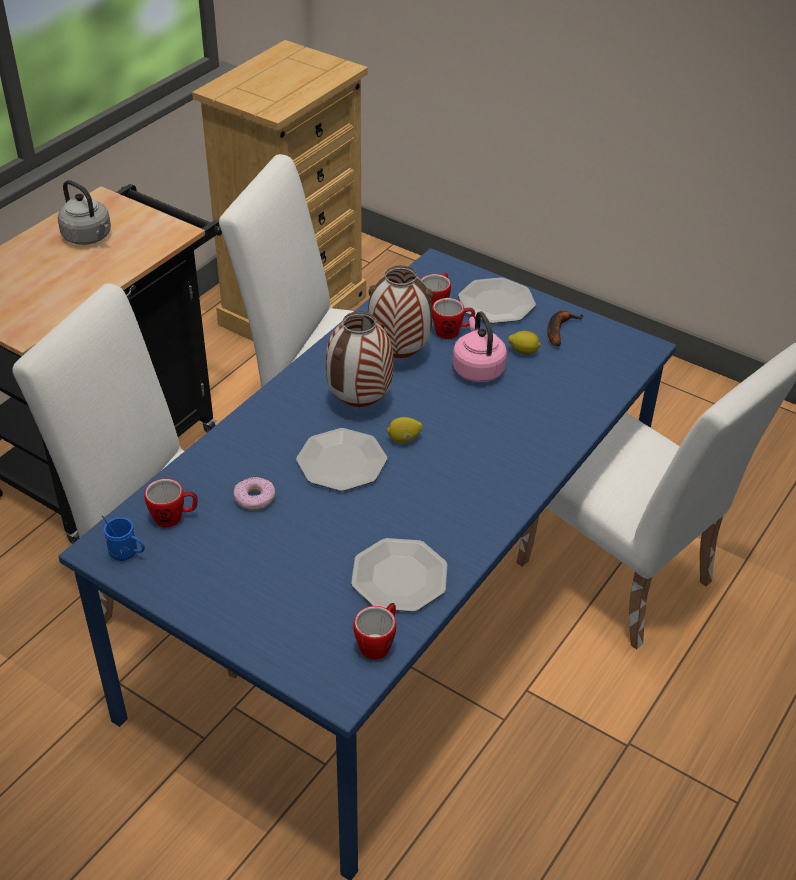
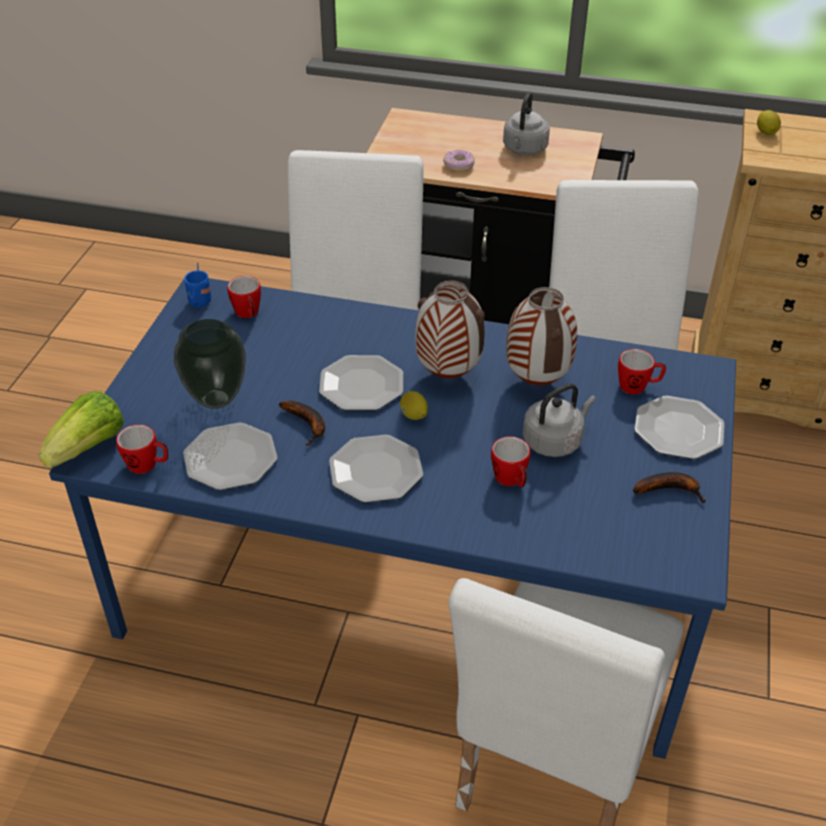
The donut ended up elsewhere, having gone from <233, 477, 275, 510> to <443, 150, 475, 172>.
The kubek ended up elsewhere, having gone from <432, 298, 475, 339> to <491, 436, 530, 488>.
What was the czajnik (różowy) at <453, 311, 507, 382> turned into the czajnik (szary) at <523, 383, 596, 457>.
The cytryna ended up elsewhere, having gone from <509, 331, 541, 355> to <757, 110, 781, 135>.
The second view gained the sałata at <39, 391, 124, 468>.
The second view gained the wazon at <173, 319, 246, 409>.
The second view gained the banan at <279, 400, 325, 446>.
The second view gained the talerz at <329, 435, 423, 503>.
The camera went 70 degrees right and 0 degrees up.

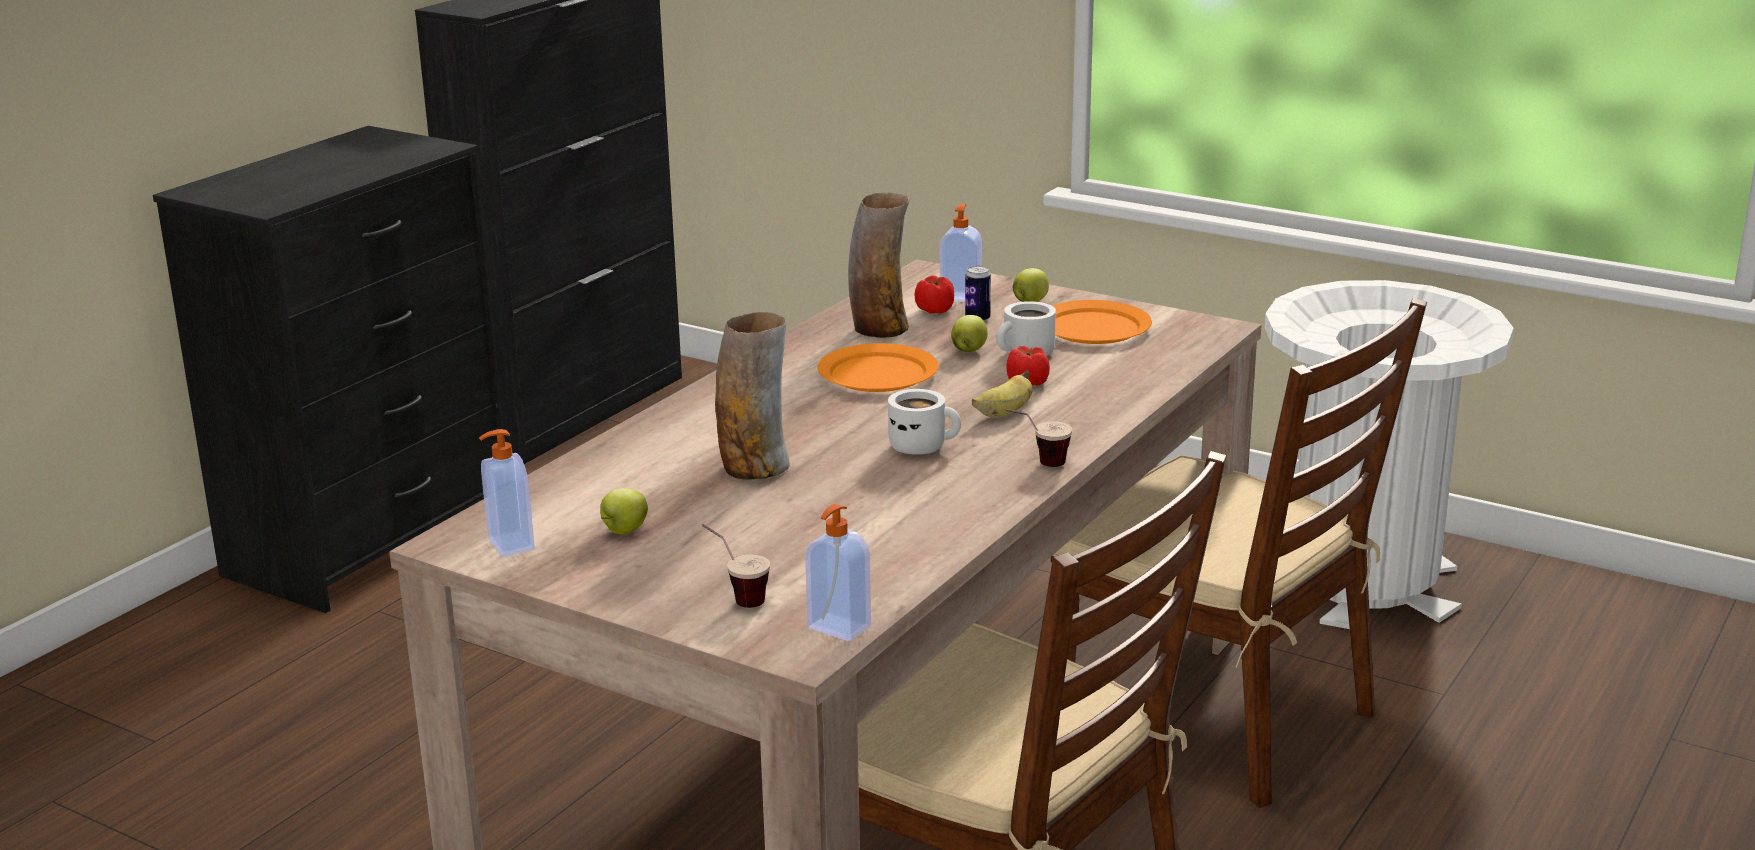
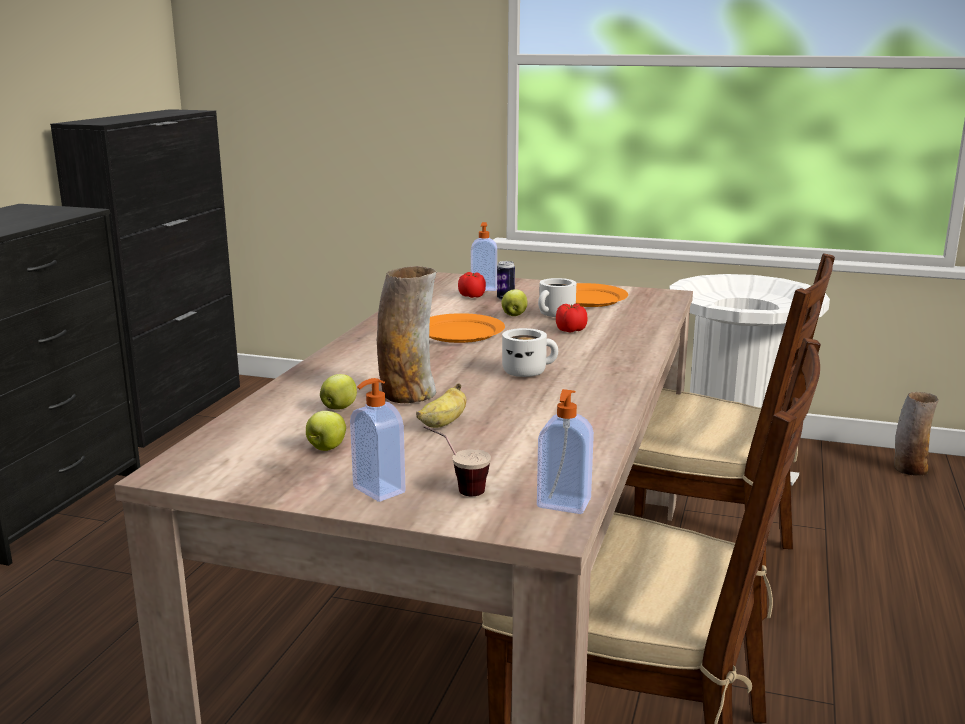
The dozownik mydła ended up elsewhere, having gone from <479, 429, 535, 557> to <350, 378, 406, 502>.
The wazon ended up elsewhere, having gone from <848, 193, 909, 338> to <894, 392, 939, 476>.
The banan ended up elsewhere, having gone from <972, 370, 1032, 417> to <416, 383, 466, 428>.
The second view lost the filiżanka at <1005, 409, 1072, 467>.
The jabłko ended up elsewhere, having gone from <1013, 268, 1049, 302> to <320, 374, 357, 410>.
The camera went 15 degrees left and 5 degrees down.

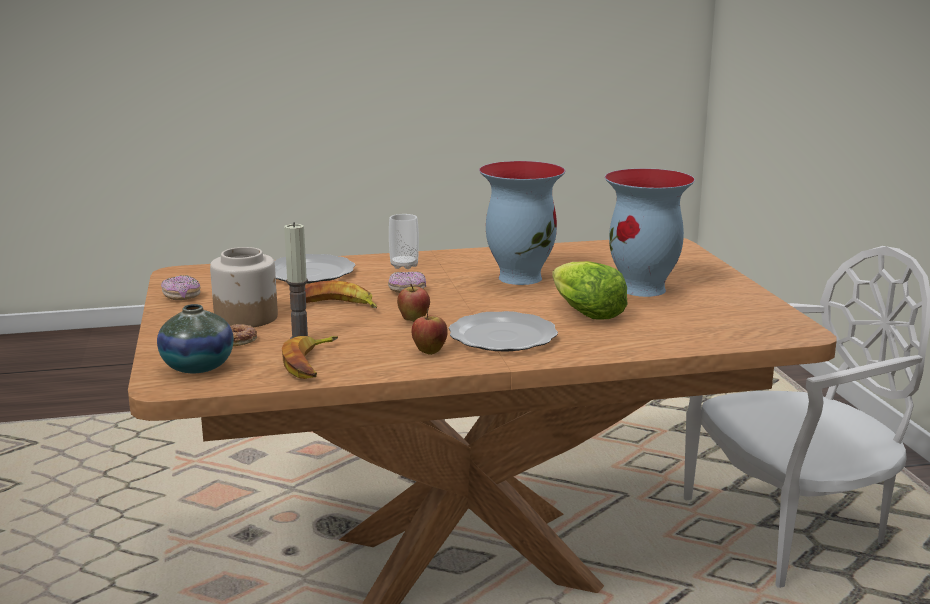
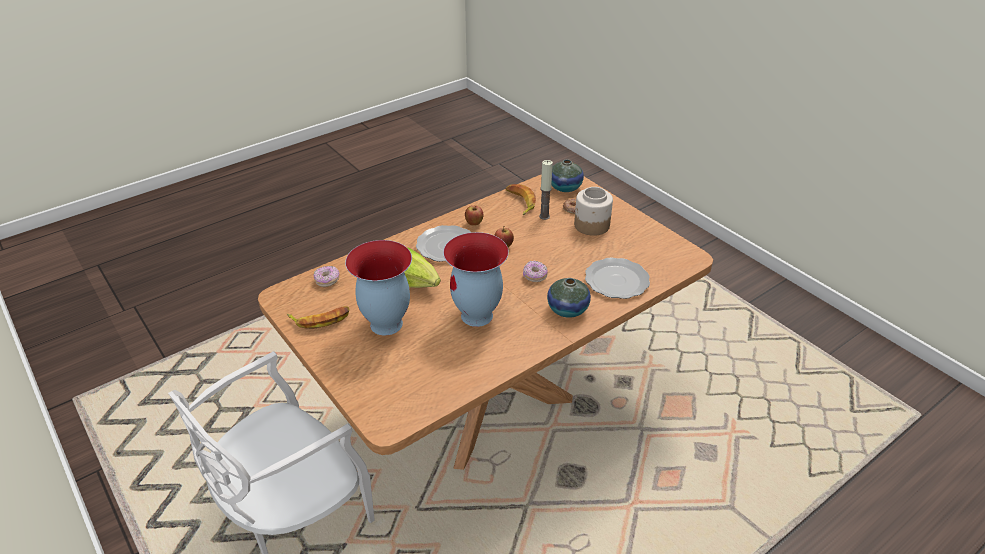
The donut ended up elsewhere, having gone from <161, 275, 201, 300> to <313, 266, 339, 287>.
The banan ended up elsewhere, having gone from <305, 281, 377, 308> to <287, 306, 349, 329>.
Where the filiżanka stood at <389, 214, 419, 269>, the wazon came to stand at <547, 278, 591, 318>.
The camera went 155 degrees right and 20 degrees up.

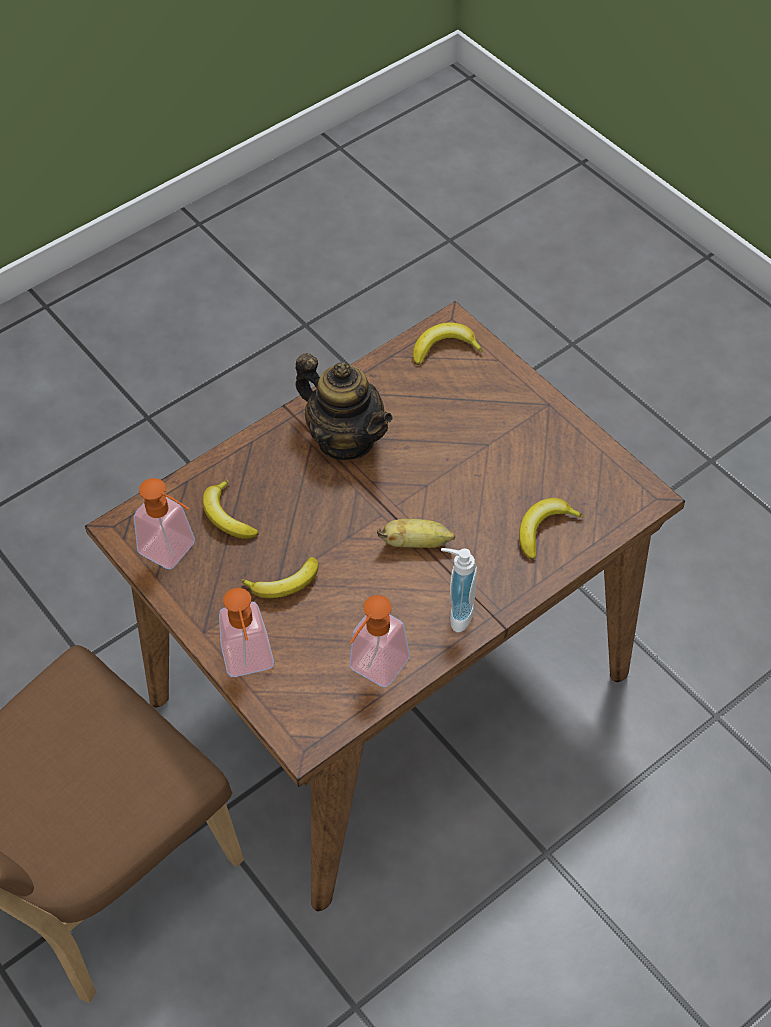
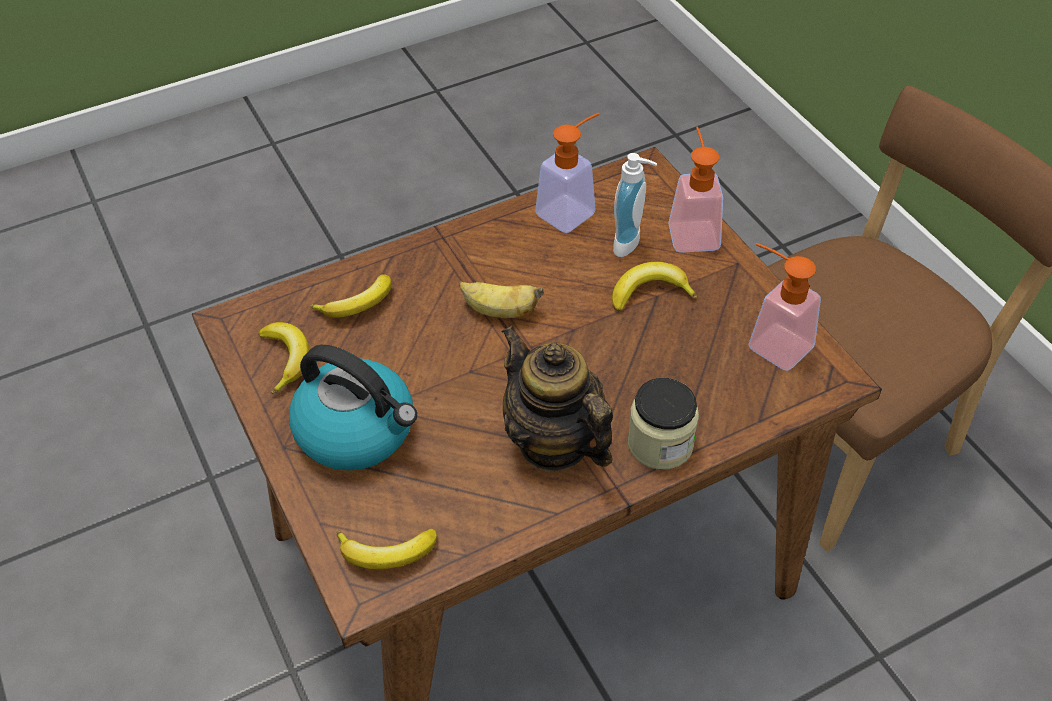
The banan ended up elsewhere, having gone from <203, 480, 259, 539> to <258, 322, 310, 394>.
The dozownik mydła ended up elsewhere, having gone from <441, 548, 477, 632> to <613, 153, 657, 257>.
The second view gained the czajnik at <289, 345, 417, 471>.
The second view gained the słoik at <628, 378, 699, 470>.
The camera went 170 degrees left and 5 degrees down.

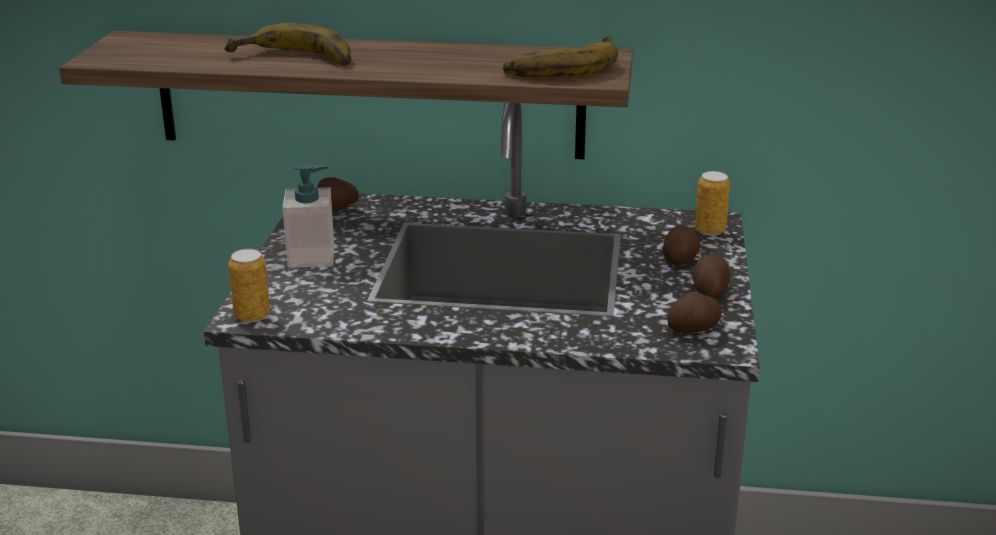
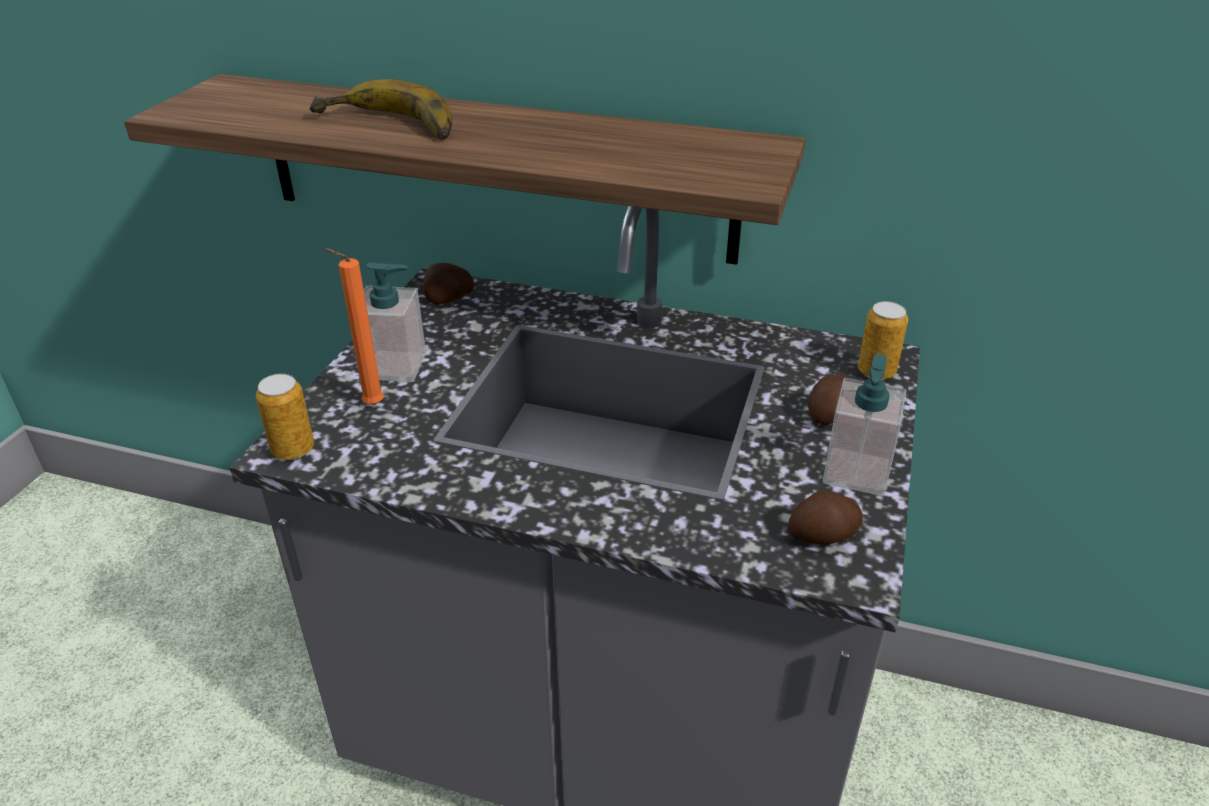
The second view lost the banan at <503, 36, 618, 77>.
Where the ziemniak stood at <692, 255, 731, 299>, the dozownik mydła came to stand at <823, 354, 906, 496>.
The second view gained the świeca (pomarańczowy) at <324, 248, 384, 405>.
The camera went 10 degrees right and 10 degrees up.

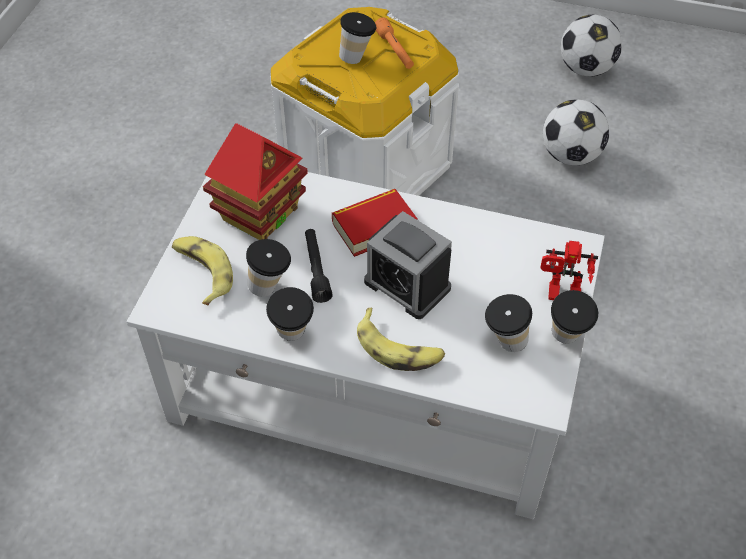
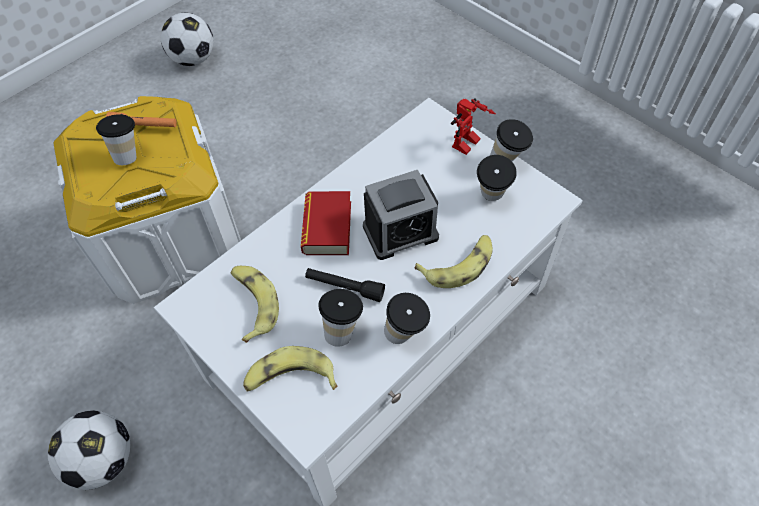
Where the domek stood at <203, 123, 308, 240>, the banan came to stand at <231, 266, 279, 343>.
The piłka futbolowa ended up elsewhere, having gone from <543, 100, 609, 165> to <48, 410, 130, 490>.
The camera went 60 degrees left and 5 degrees up.

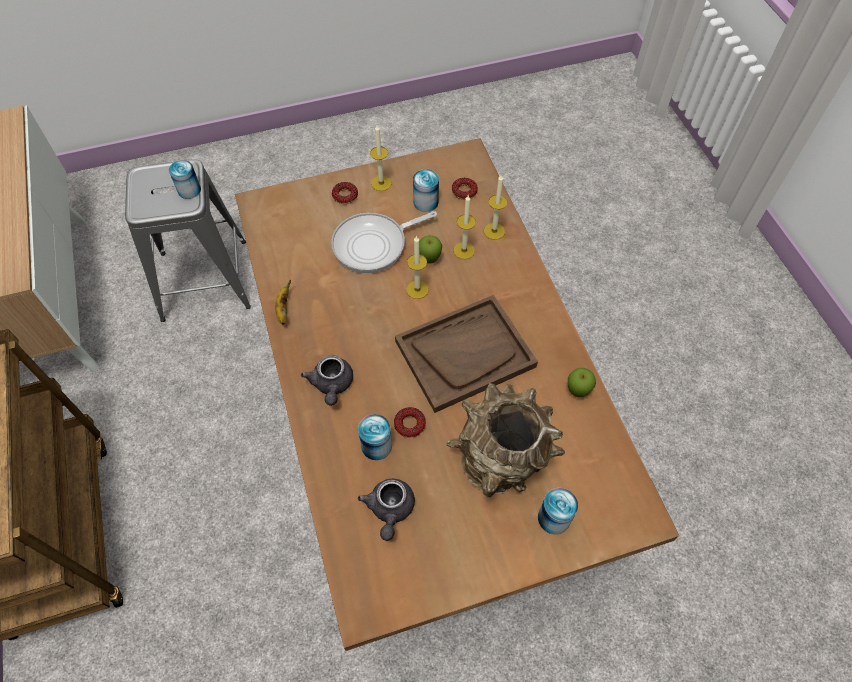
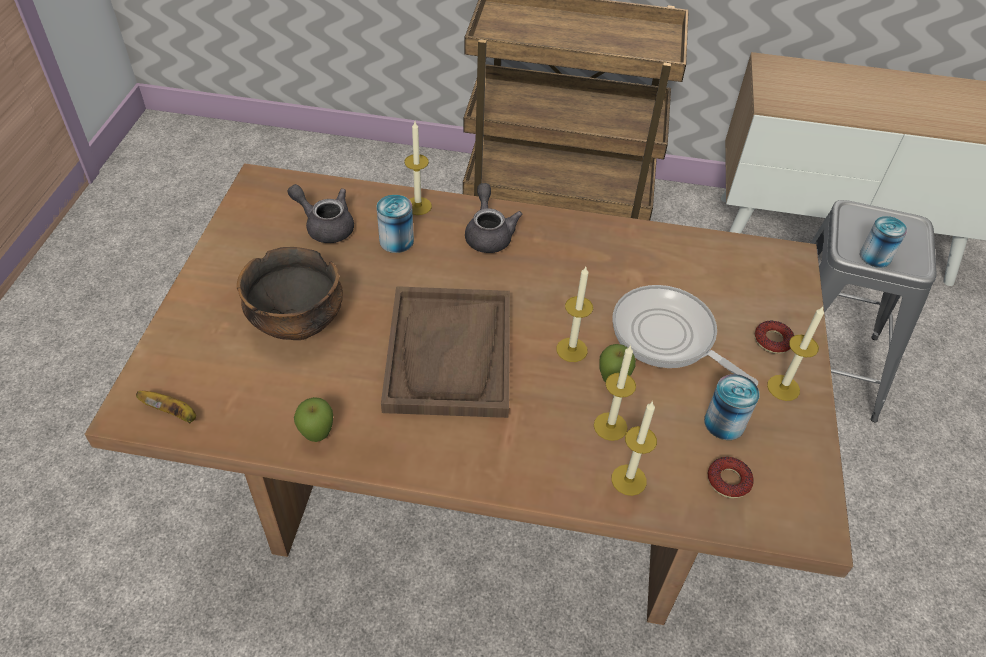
The banan ended up elsewhere, having gone from <276, 280, 291, 325> to <136, 391, 196, 423>.
The imbryk (szary) at <301, 355, 353, 406> ended up facing another way, 60 degrees clockwise from before.
The patelnia at <331, 211, 437, 273> ended up facing another way, 45 degrees counterclockwise from before.
The second view lost the donut at <394, 407, 426, 438>.
Where the wazon (brązowy) stood at <446, 383, 565, 497>, the miska came to stand at <237, 247, 343, 340>.
The second view lost the puszka at <538, 488, 578, 534>.
The second view gained the świeca at <404, 122, 432, 215>.
The camera went 115 degrees right and 10 degrees down.

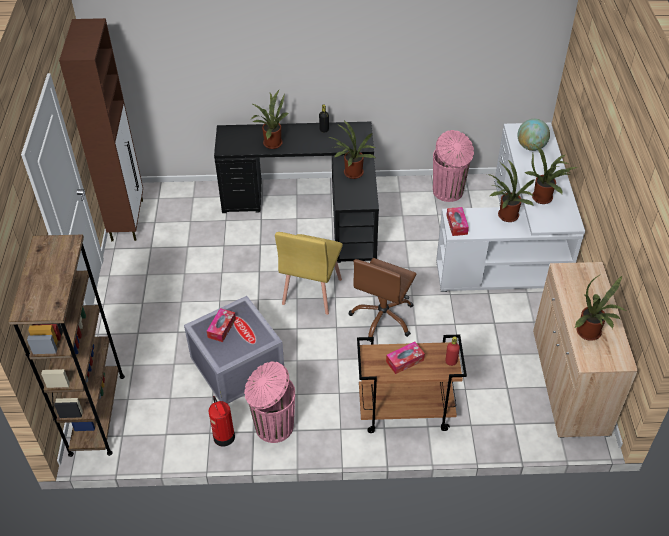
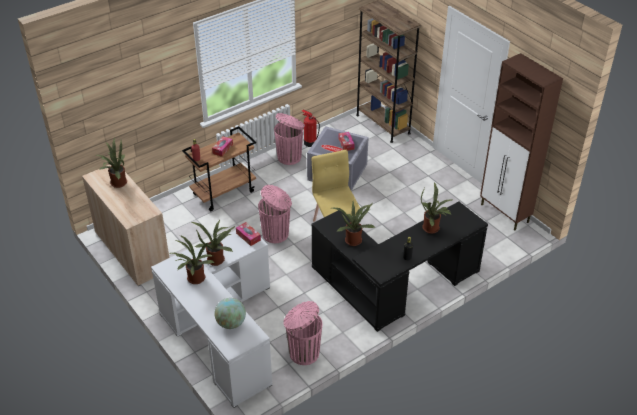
Where the krzesło biurowe (brązowy) stood at <349, 258, 416, 342>, the kosz na śmieci (różowy) came to stand at <258, 185, 292, 243>.
The camera went 145 degrees right and 5 degrees down.

